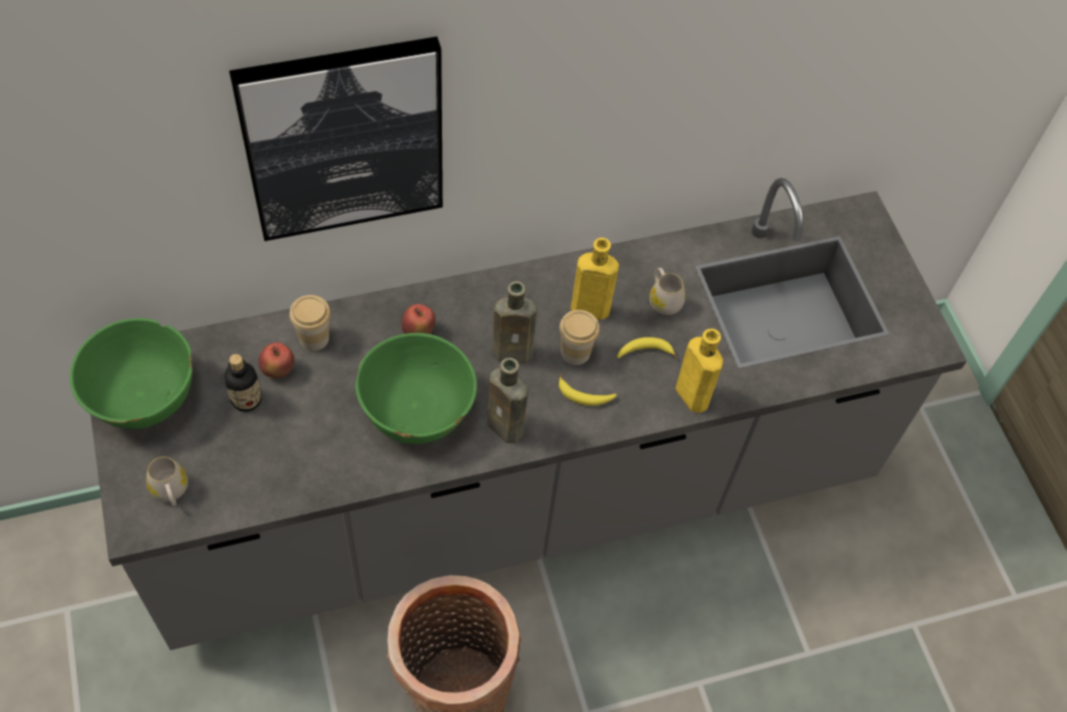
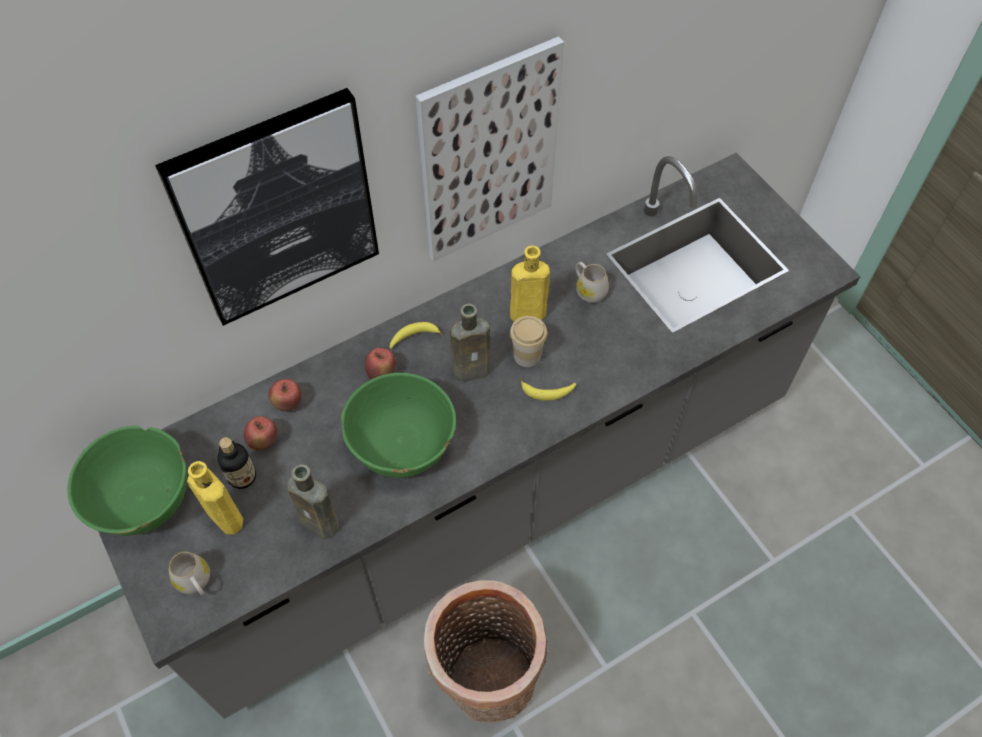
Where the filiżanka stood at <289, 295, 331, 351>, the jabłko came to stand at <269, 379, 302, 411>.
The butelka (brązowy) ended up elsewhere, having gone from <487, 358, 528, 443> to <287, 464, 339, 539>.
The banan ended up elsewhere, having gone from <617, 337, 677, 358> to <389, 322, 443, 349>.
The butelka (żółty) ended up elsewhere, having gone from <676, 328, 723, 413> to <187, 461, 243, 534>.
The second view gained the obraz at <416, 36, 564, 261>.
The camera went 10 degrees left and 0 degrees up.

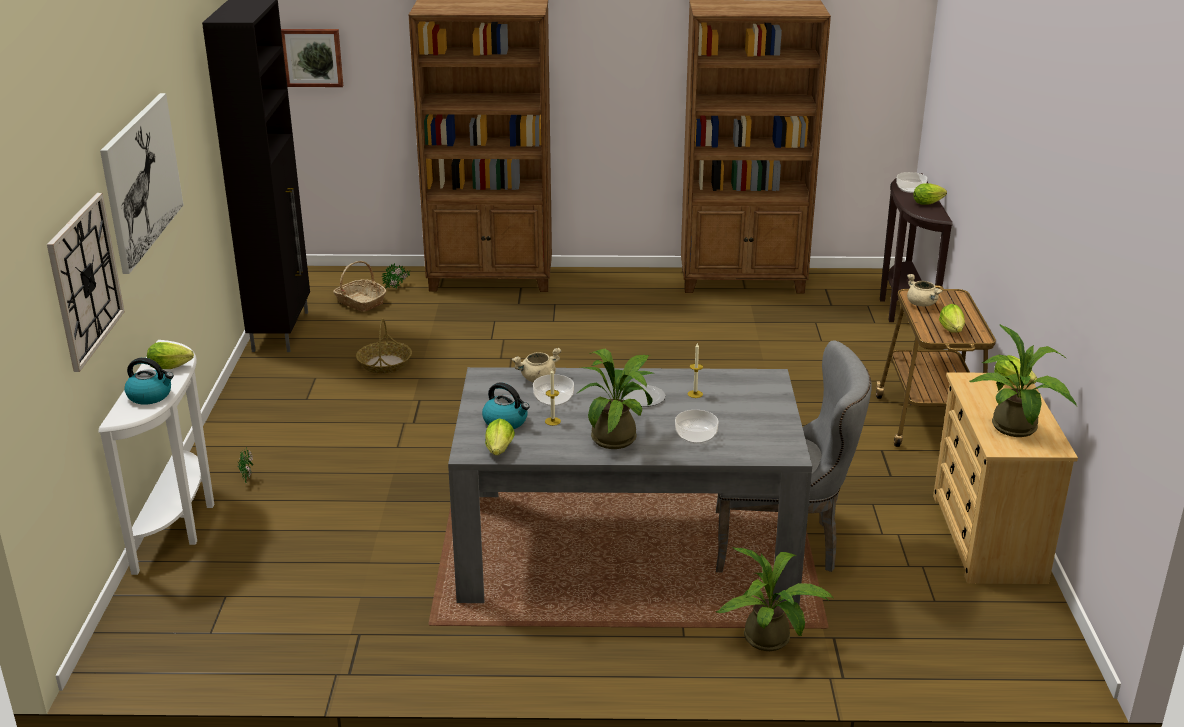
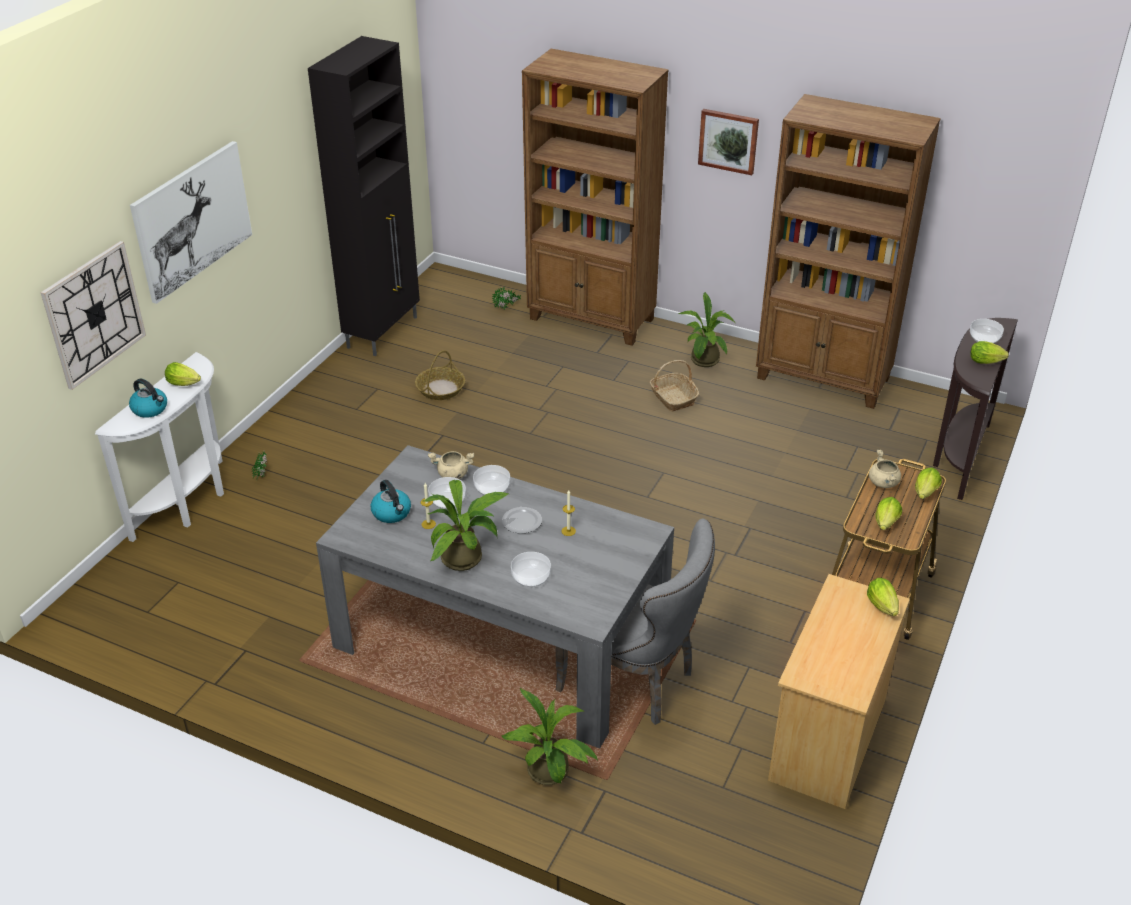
The obraz ended up elsewhere, having gone from <281, 29, 343, 87> to <698, 109, 759, 175>.
The koszyk ended up elsewhere, having gone from <333, 261, 387, 312> to <649, 360, 699, 411>.
The sałata ended up elsewhere, having gone from <485, 418, 515, 455> to <915, 468, 942, 499>.
The roślina doniczkowa ended up elsewhere, having gone from <970, 324, 1077, 437> to <678, 292, 735, 367>.
The second view gained the miska at <473, 465, 510, 495>.
The camera went 25 degrees right and 10 degrees up.

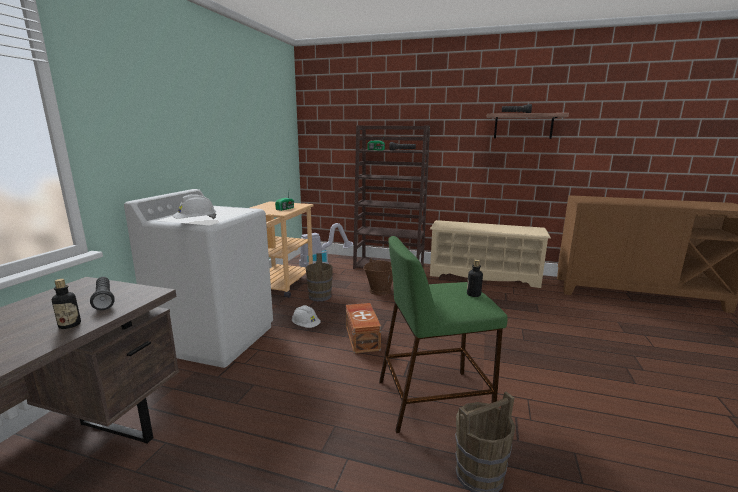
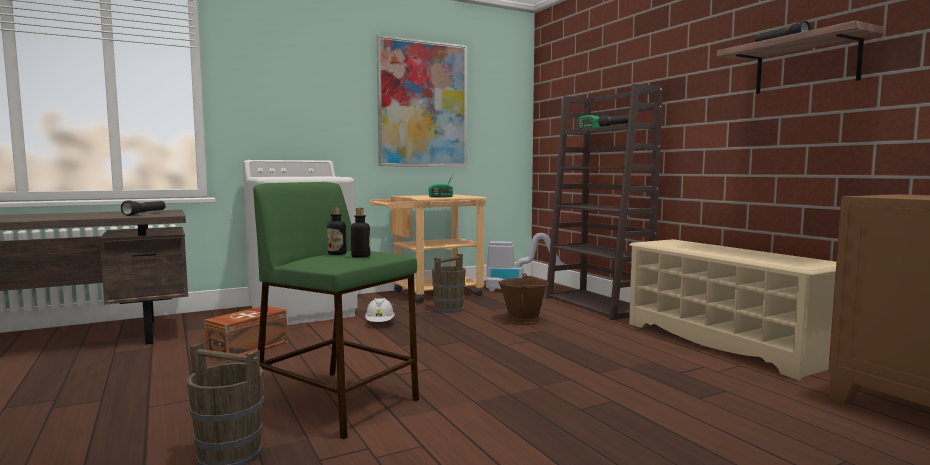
The butelka ended up elsewhere, having gone from <52, 279, 81, 329> to <327, 207, 346, 255>.
The second view lost the kask (biały) at <173, 194, 216, 219>.
The pojemnik do przechowywania (brązowy) ended up elsewhere, having gone from <346, 303, 381, 353> to <204, 306, 288, 361>.
The second view gained the obraz at <377, 35, 467, 167>.
The camera went 45 degrees right and 10 degrees down.

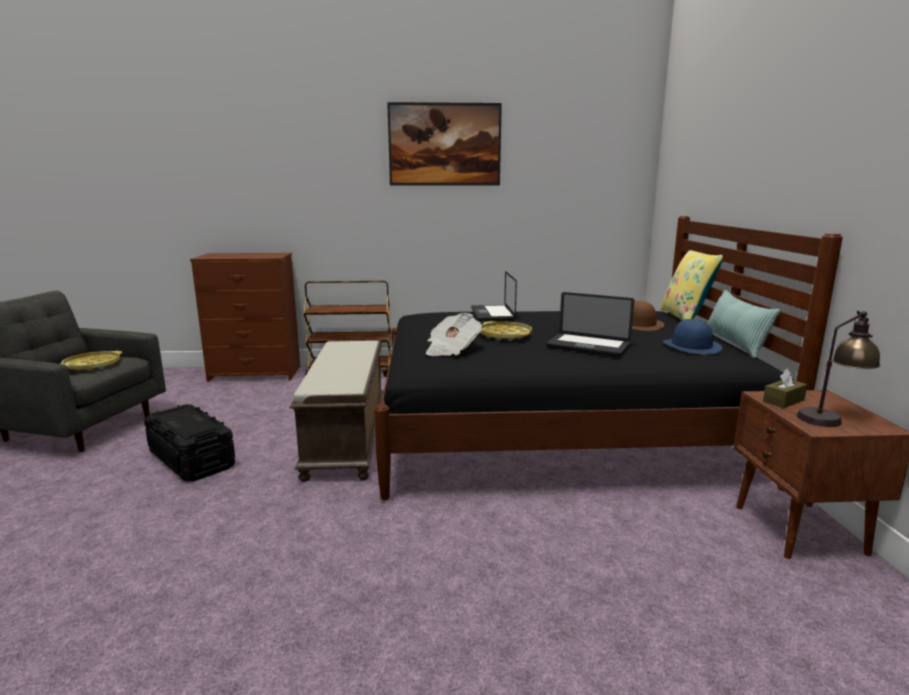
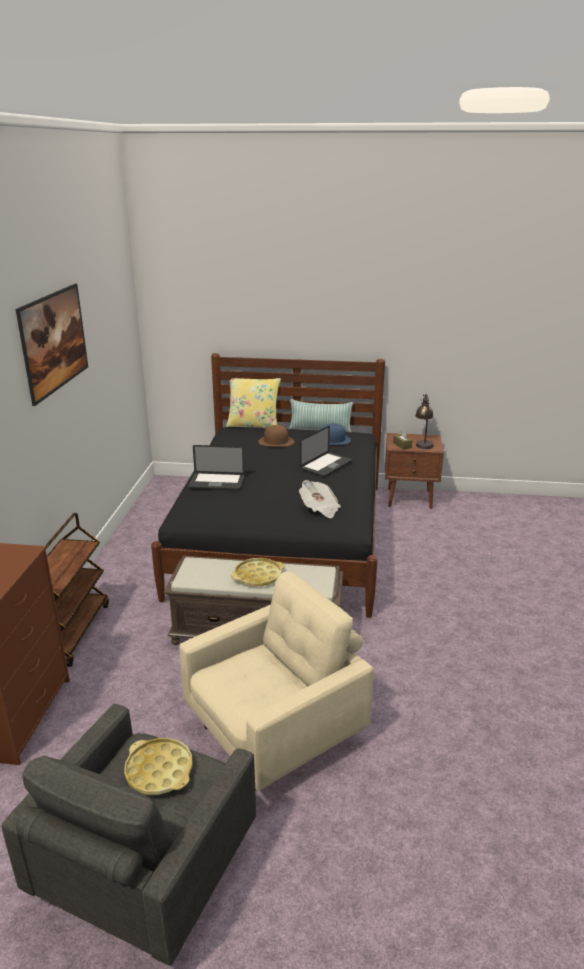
Where the pojemnik do przechowywania (czarny) stood at <144, 404, 235, 481>, the fotel (beżowy) came to stand at <179, 571, 374, 791>.
The taca (żółty) ended up elsewhere, having gone from <480, 321, 532, 340> to <231, 558, 285, 587>.
The camera went 80 degrees left and 10 degrees up.

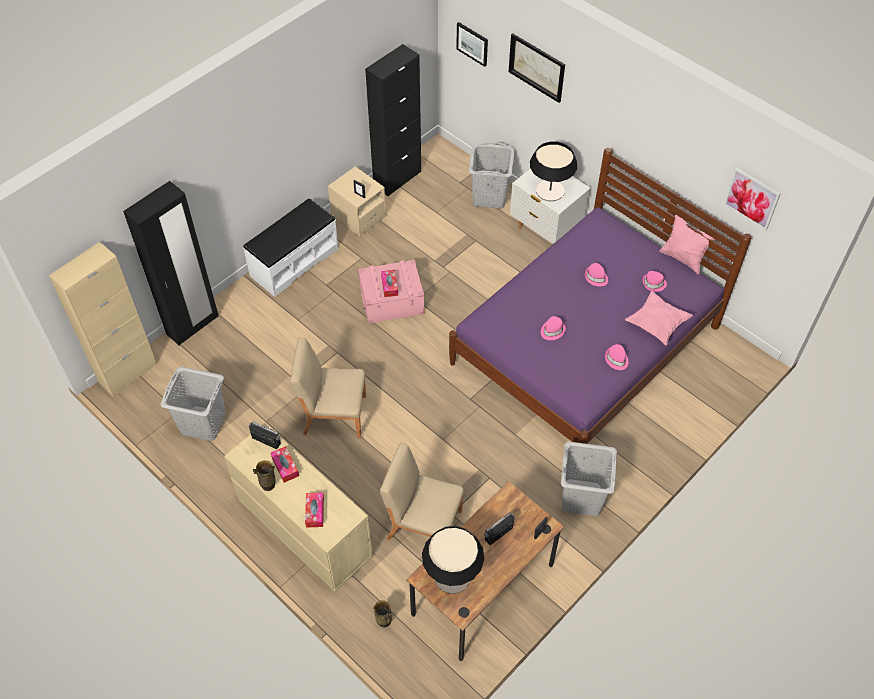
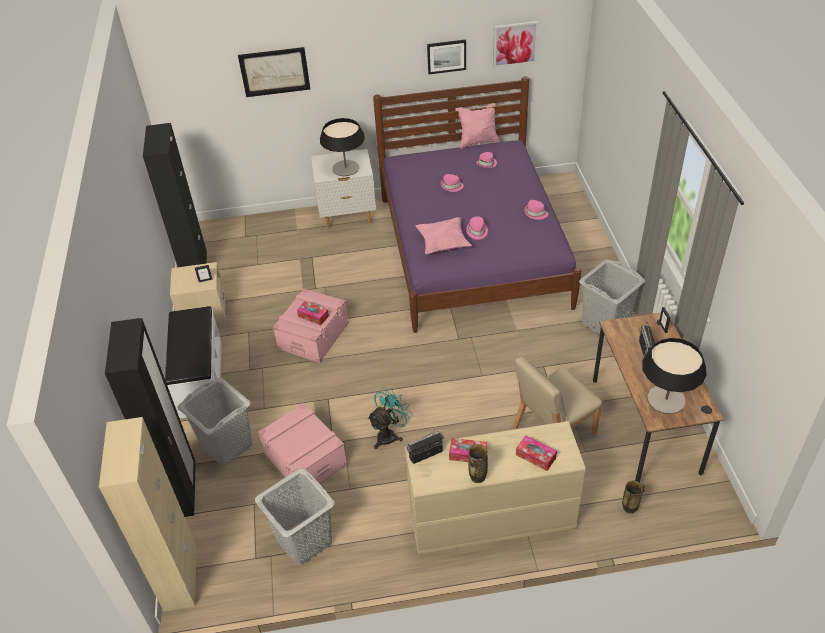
Where the krzesło (beżowy) stood at <290, 338, 366, 438>, the wentylator (turkusowy) came to stand at <367, 387, 413, 449>.
The obraz ended up elsewhere, having gone from <456, 22, 488, 67> to <427, 40, 466, 74>.
The kosz na pranie (szary) ended up elsewhere, having gone from <469, 142, 515, 209> to <178, 377, 253, 466>.
The poduszka (różowy) ended up elsewhere, having gone from <625, 291, 693, 345> to <415, 217, 472, 254>.
The second view gained the pojemnik do przechowywania (różowy) at <258, 403, 347, 484>.
The camera went 50 degrees left and 10 degrees down.

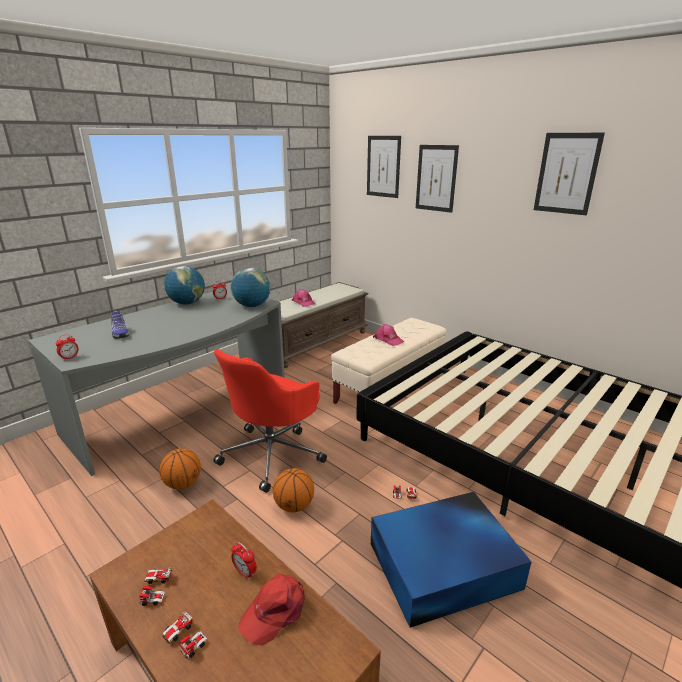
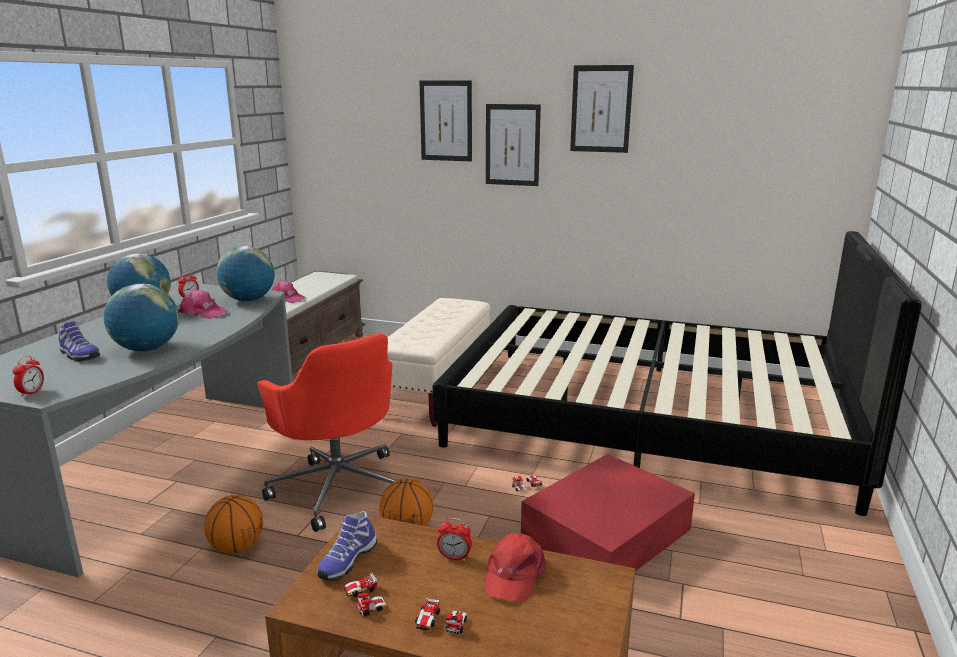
The krzesło biurowe (czerwony) at <213, 349, 327, 493> ended up facing another way, 45 degrees counterclockwise from before.
The obraz ended up elsewhere, having gone from <367, 136, 401, 198> to <486, 104, 541, 186>.
What was the pojemnik do przechowywania (niebieski) at <371, 492, 531, 628> turned into the pojemnik do przechowywania (czerwony) at <521, 454, 695, 571>.
The czapka z daszkiem (różowy) ended up elsewhere, having gone from <373, 324, 404, 346> to <178, 290, 229, 319>.
The second view gained the globus at <104, 284, 179, 351>.
The second view gained the but at <317, 511, 377, 581>.
The camera went 25 degrees left and 5 degrees down.

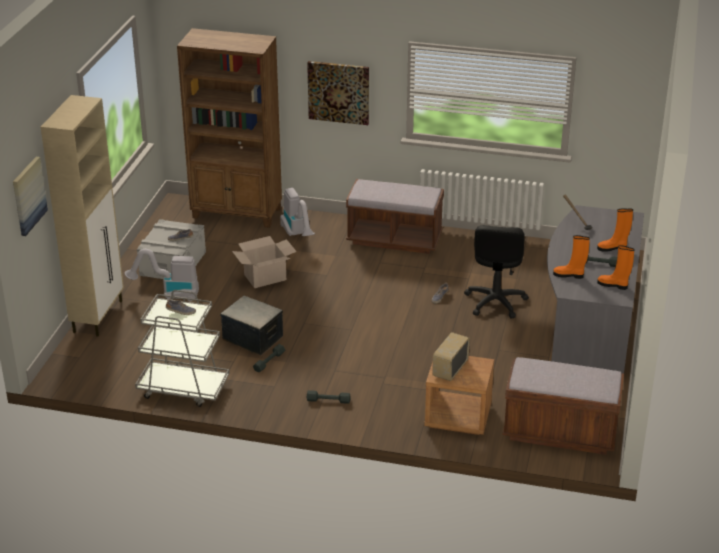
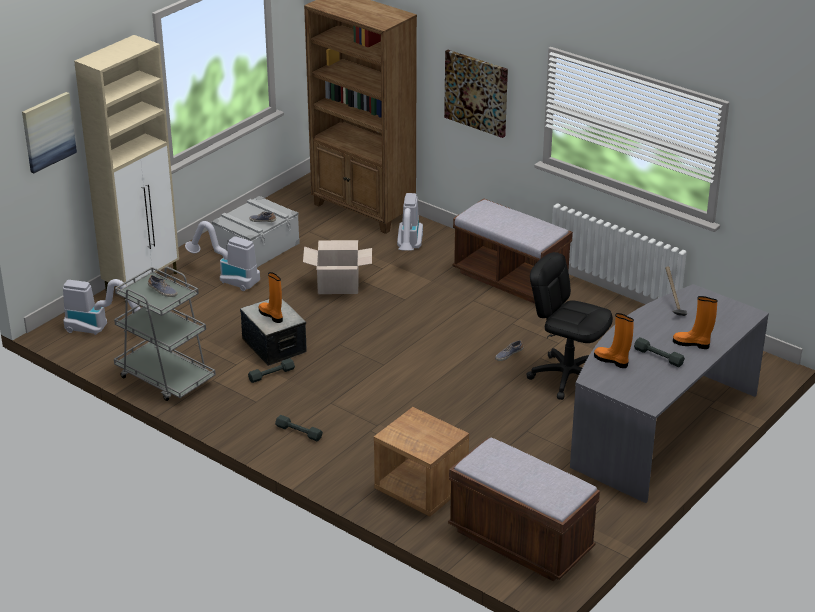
The second view lost the radio at <432, 332, 470, 381>.
The krzesło biurowe (czarny) at <464, 225, 529, 318> ended up facing another way, 90 degrees clockwise from before.
The but z cholewką (pomarańczowy) ended up elsewhere, having gone from <597, 245, 634, 290> to <259, 272, 283, 323>.
The second view gained the odkurzacz at <63, 279, 141, 335>.
The camera went 25 degrees right and 0 degrees up.

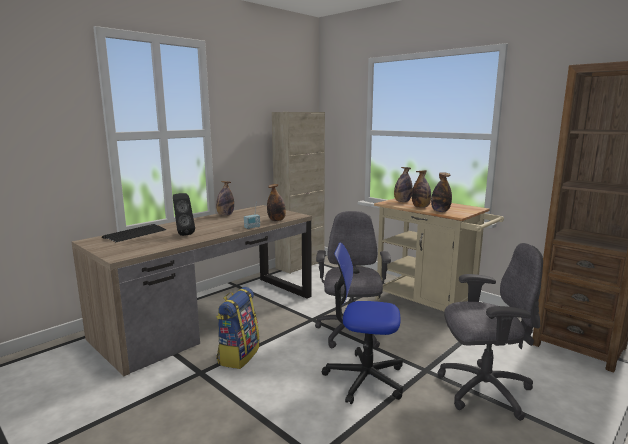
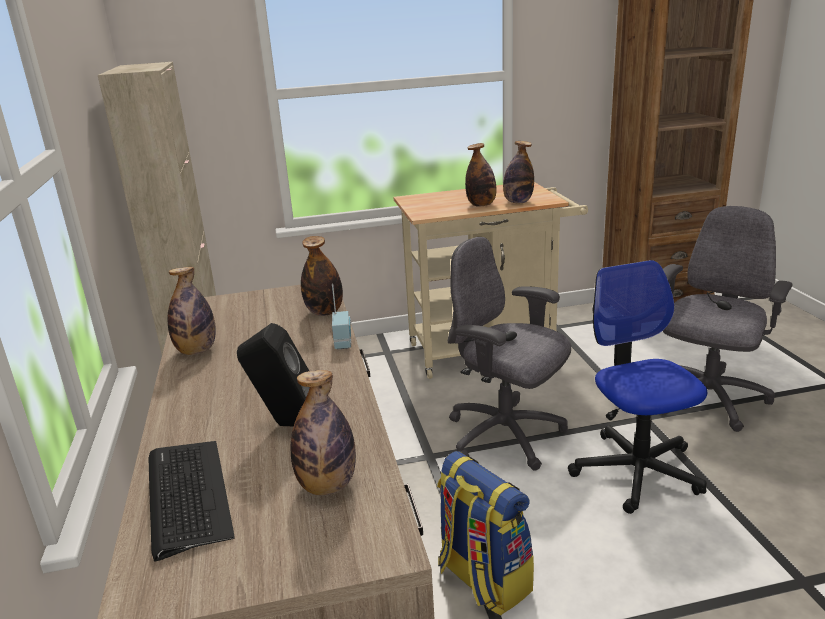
The krzesło biurowe at <322, 242, 403, 404> ended up facing another way, 120 degrees clockwise from before.
The butelka ended up elsewhere, having gone from <394, 167, 413, 202> to <291, 370, 356, 495>.
The camera went 55 degrees left and 10 degrees up.

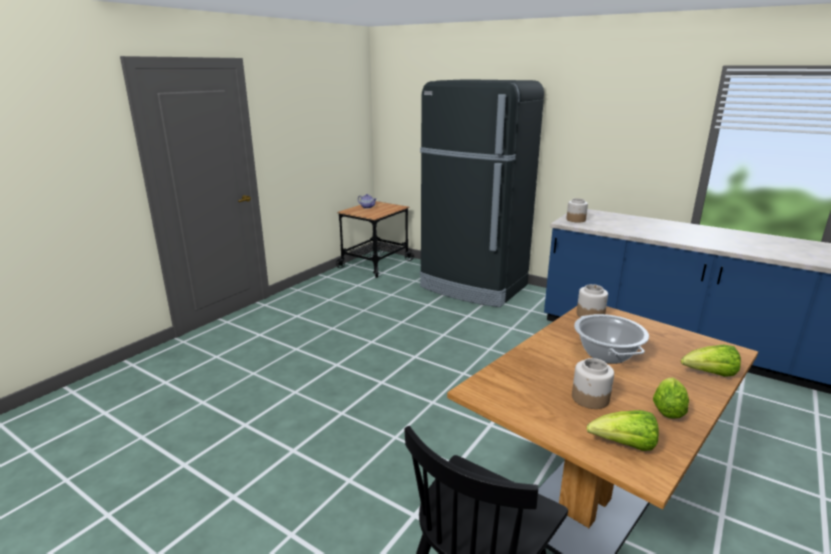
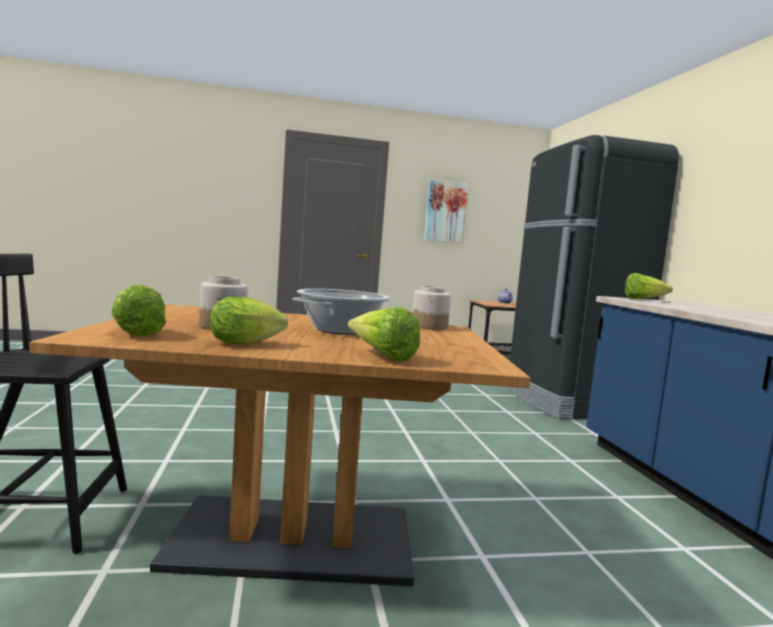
Where the słoik stood at <566, 198, 588, 222>, the sałata came to stand at <625, 273, 673, 299>.
The second view gained the obraz at <424, 179, 468, 244>.
The camera went 45 degrees right and 15 degrees down.

